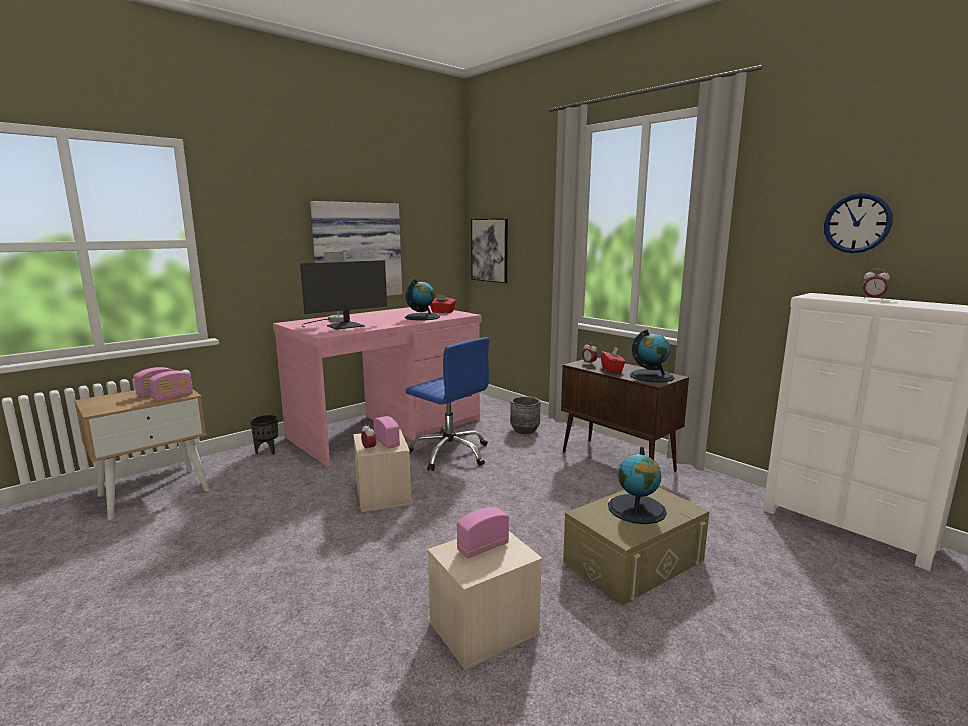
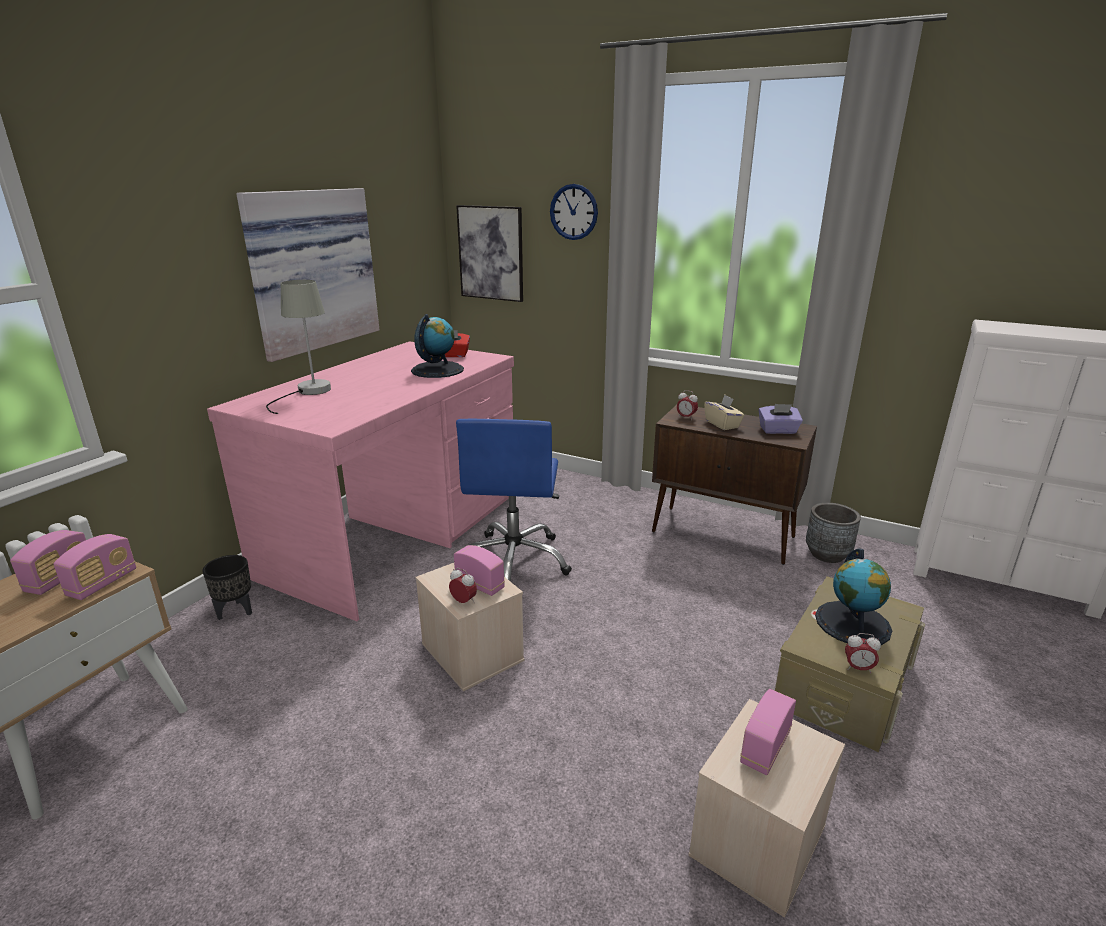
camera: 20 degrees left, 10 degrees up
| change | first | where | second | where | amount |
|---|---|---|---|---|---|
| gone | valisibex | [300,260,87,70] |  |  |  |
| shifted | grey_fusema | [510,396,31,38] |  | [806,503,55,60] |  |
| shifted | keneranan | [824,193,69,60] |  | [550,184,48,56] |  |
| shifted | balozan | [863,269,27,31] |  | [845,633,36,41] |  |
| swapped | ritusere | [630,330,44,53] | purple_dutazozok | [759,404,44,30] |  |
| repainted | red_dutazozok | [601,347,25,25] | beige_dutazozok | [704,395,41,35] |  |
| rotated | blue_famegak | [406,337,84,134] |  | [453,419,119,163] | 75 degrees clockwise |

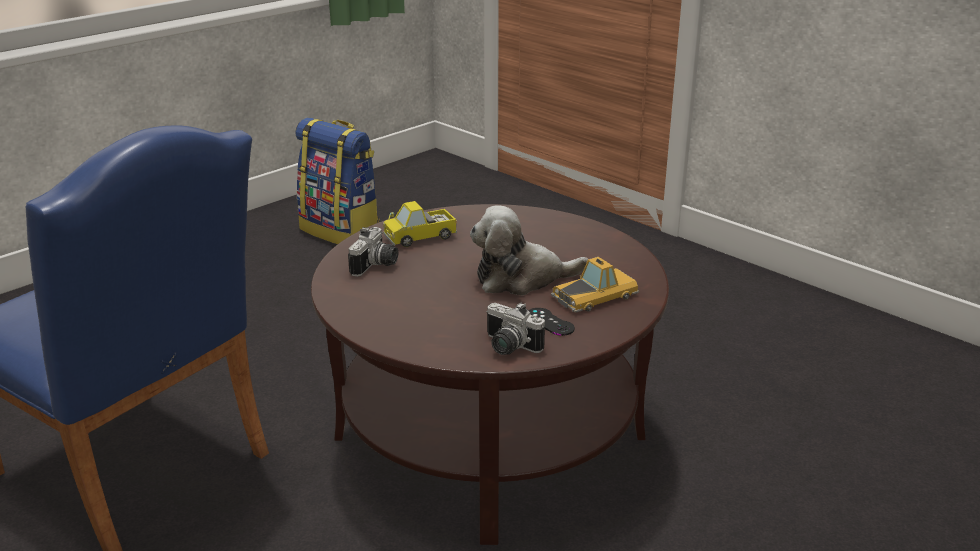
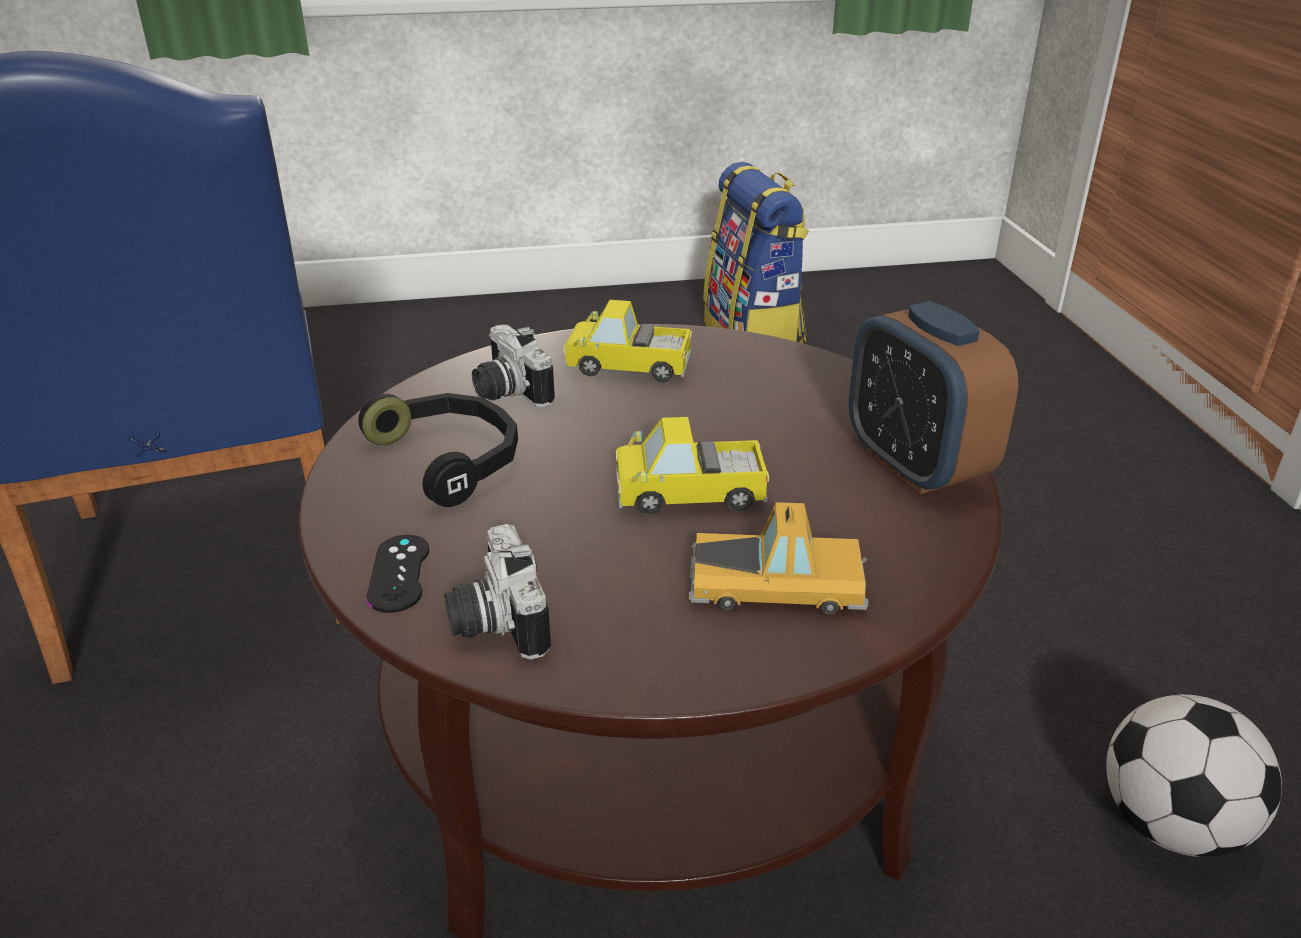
camera: 35 degrees right, 5 degrees up
| change | first | where | second | where | amount |
|---|---|---|---|---|---|
| new |  |  | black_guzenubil | [358,393,160,114] |  |
| new |  |  | balozan | [849,301,169,193] |  |
| new |  |  | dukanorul | [1106,694,176,163] |  |
| shifted | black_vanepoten | [528,308,47,28] |  | [367,535,62,78] |  |
| swapped | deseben | [470,205,118,91] | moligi | [616,417,153,98] |  |
| rotated | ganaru | [348,227,50,50] |  | [472,325,83,82] | 90 degrees clockwise |

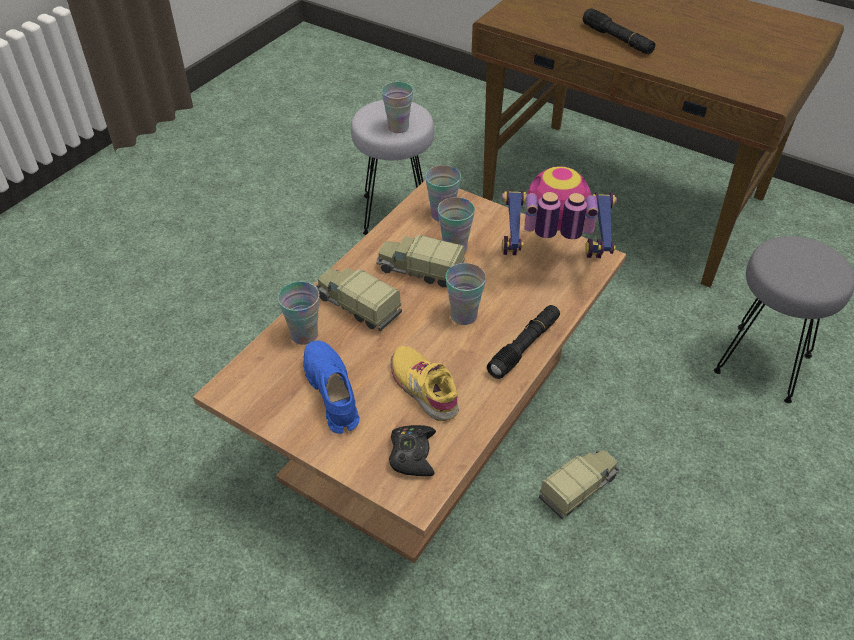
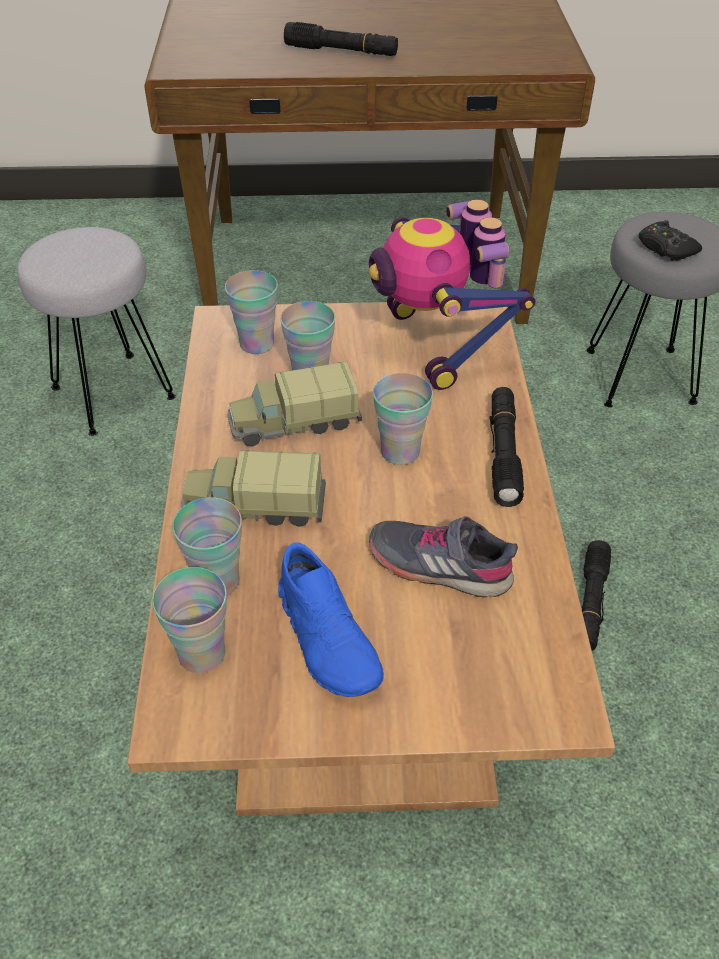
camera: 35 degrees left, 0 degrees up
| change | first | where | second | where | amount |
|---|---|---|---|---|---|
| shifted | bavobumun | [382,82,31,51] |  | [152,567,75,106] |  |
| shifted | black_vanepoten | [389,425,47,51] |  | [639,220,63,41] |  |
| swapped | moligi | [539,450,80,69] | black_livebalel | [582,540,29,111] |  |
| repainted | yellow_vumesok | [390,346,69,75] | grey_vumesok | [369,516,149,81] |  |
| rotated | blue_vumesok | [303,341,56,93] |  | [278,543,106,154] | 150 degrees counterclockwise |
| rotated | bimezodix | [502,166,114,92] |  | [369,199,167,191] | 75 degrees counterclockwise |

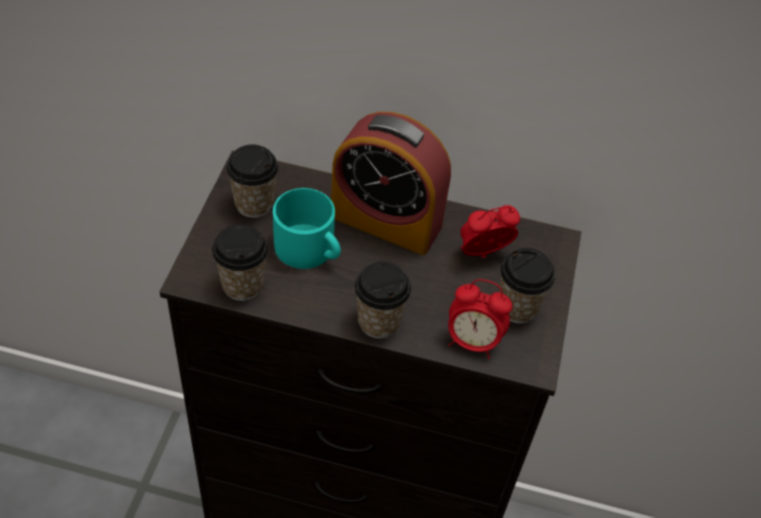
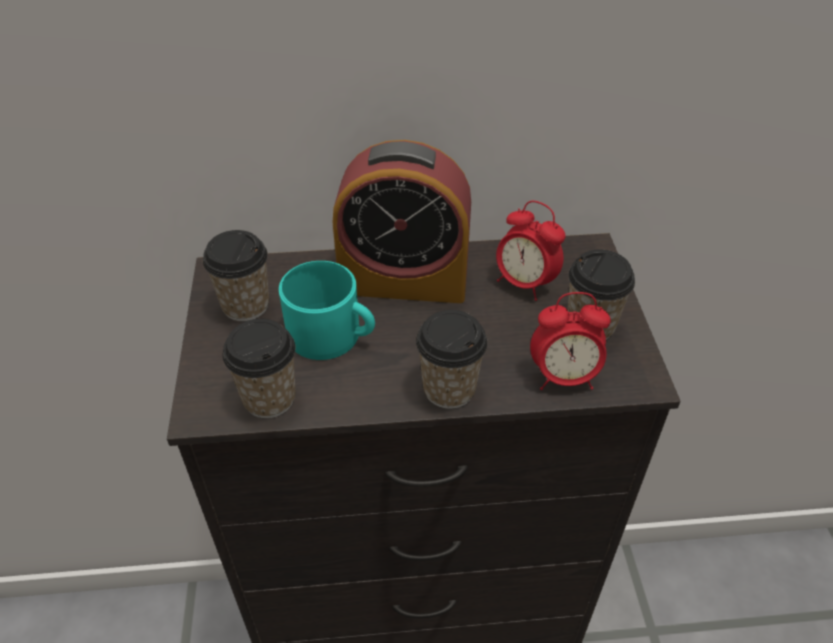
camera: 15 degrees left, 5 degrees down
| change | first | where | second | where | amount |
|---|---|---|---|---|---|
| rotated | balozan | [460,205,60,53] |  | [496,201,69,100] | 105 degrees counterclockwise |

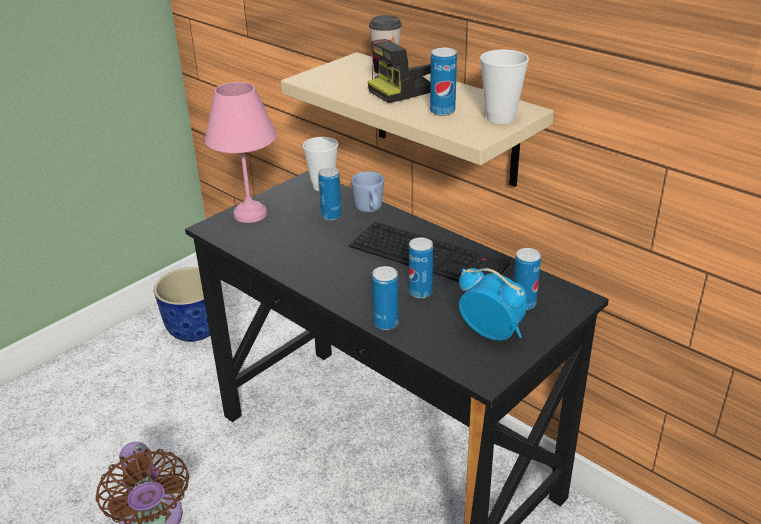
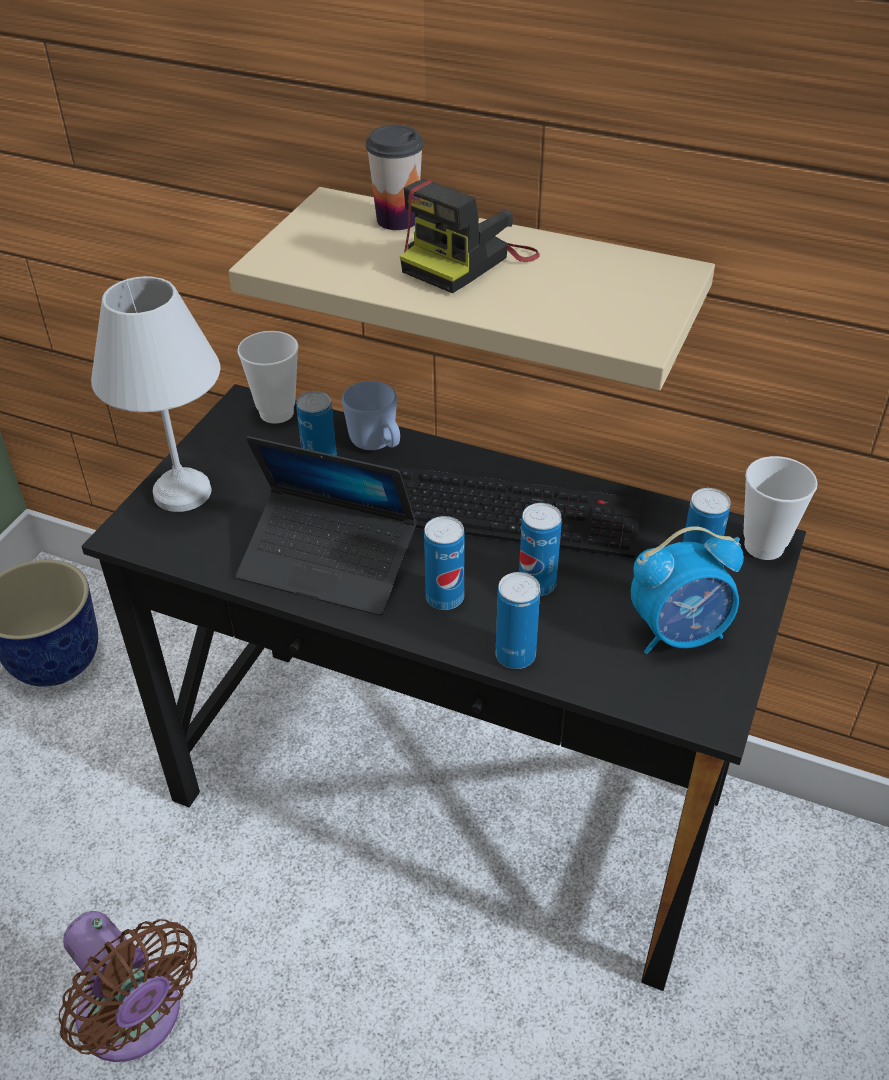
camera: 20 degrees left, 10 degrees up
| change | first | where | second | where | amount |
|---|---|---|---|---|---|
| new |  |  | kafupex | [236,436,181,180] |  |
| shifted | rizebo | [430,48,27,68] |  | [424,516,41,94] |  |
| shifted | bavobumun | [480,49,49,75] |  | [743,456,75,104] |  |
| repainted | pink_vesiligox | [205,82,72,141] | white_vesiligox | [91,276,130,236] |  |
| rotated | balozan | [459,268,68,73] |  | [631,526,113,128] | 150 degrees clockwise |

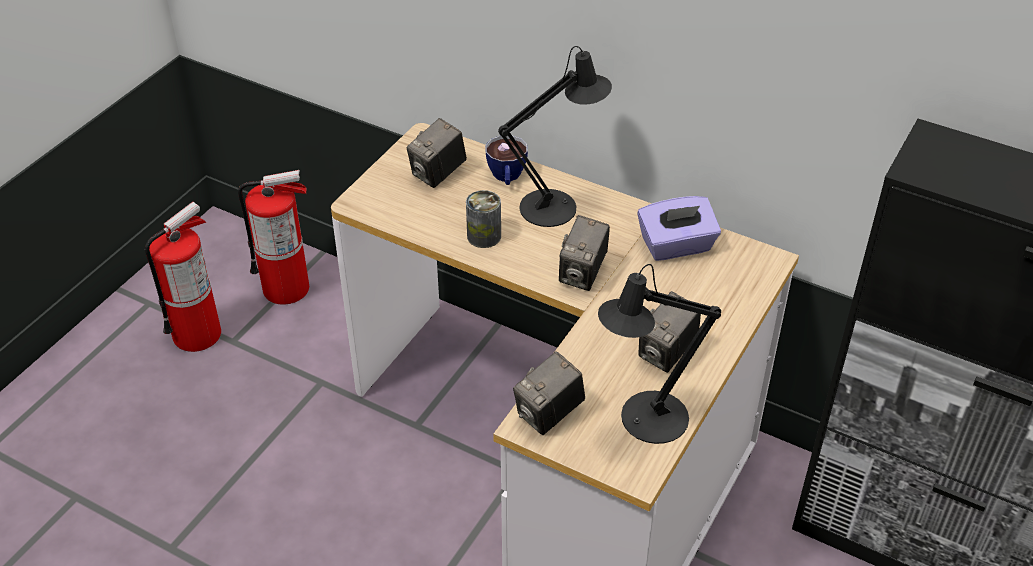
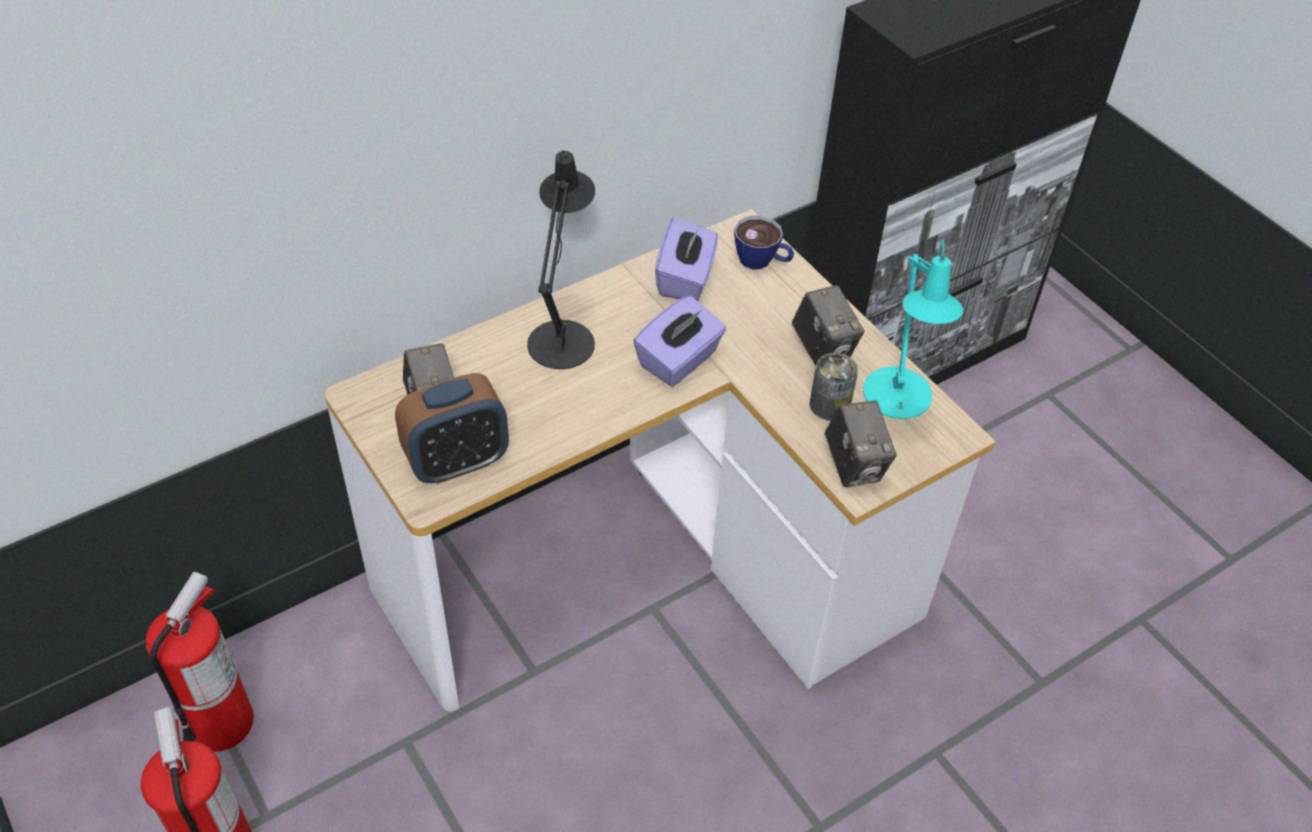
camera: 65 degrees left, 5 degrees up
| change | first | where | second | where | amount |
|---|---|---|---|---|---|
| new |  |  | balozan | [395,373,114,111] |  |
| shifted | rizebo | [466,190,35,58] |  | [809,353,49,68] |  |
| shifted | bavobumun | [485,135,43,50] |  | [734,215,60,55] |  |
| swapped | ganaru | [559,215,51,76] | purple_dutazozok | [633,296,93,90] |  |
| repainted | black_vesiligox | [598,264,123,180] | turquoise_vesiligox | [863,241,100,178] |  |

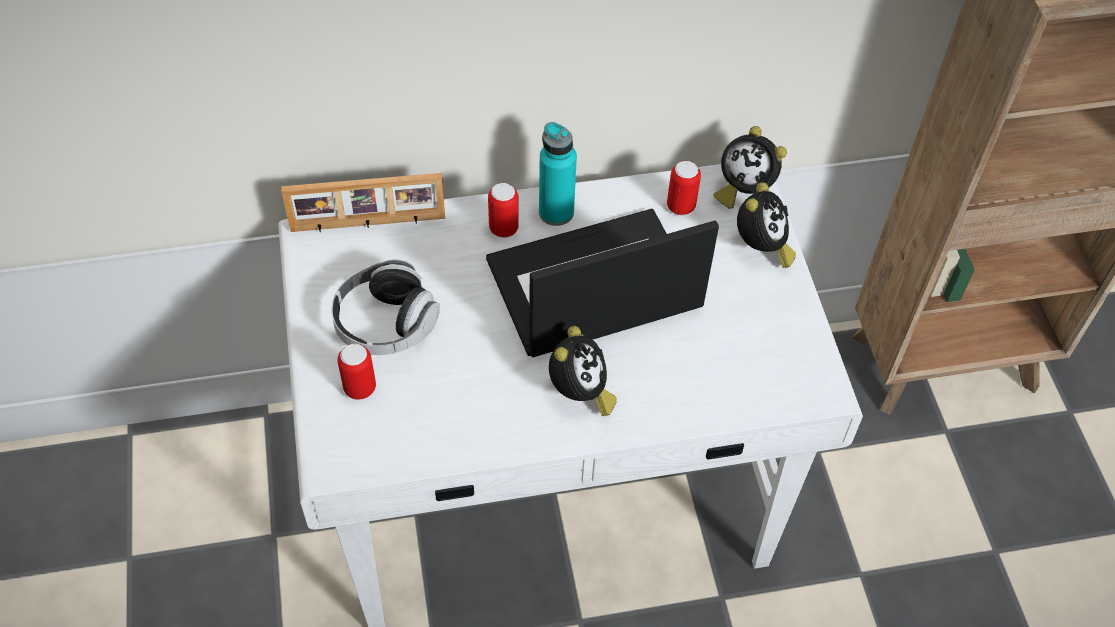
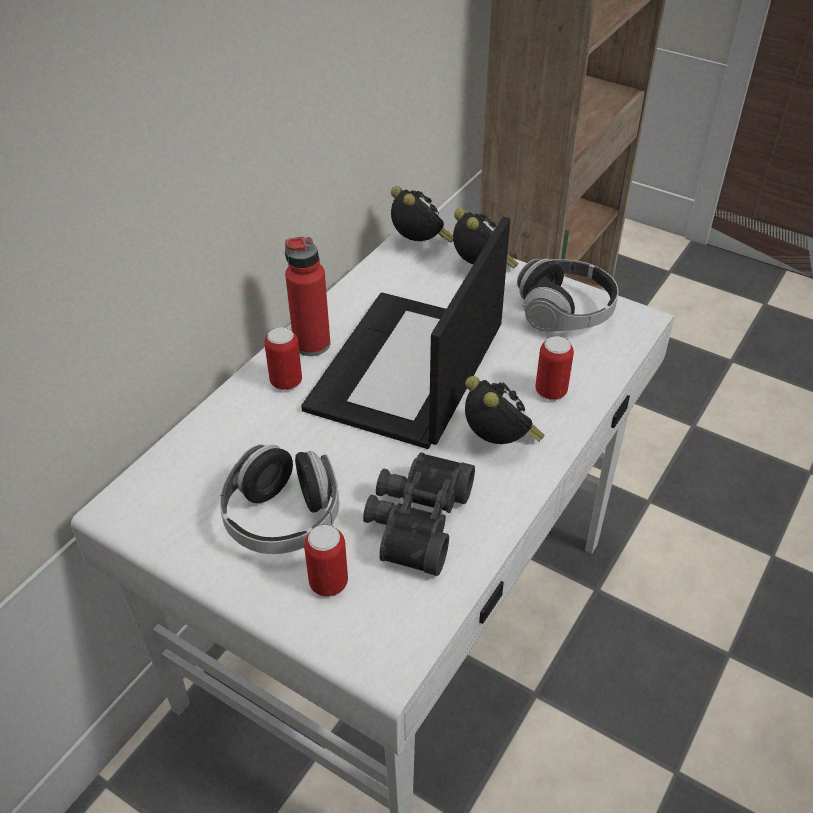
camera: 45 degrees left, 10 degrees down
| change | first | where | second | where | amount |
|---|---|---|---|---|---|
| gone | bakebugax | [281,173,164,59] |  |  |  |
| new |  |  | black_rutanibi | [363,452,112,124] |  |
| new |  |  | guzenubil | [517,259,101,73] |  |
| shifted | rizebo | [667,161,34,54] |  | [535,336,39,64] |  |
| repainted | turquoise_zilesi | [539,122,38,104] | red_zilesi | [285,237,45,119] |  |
| rotated | balozan | [713,126,74,83] |  | [391,186,62,57] | 105 degrees counterclockwise |

